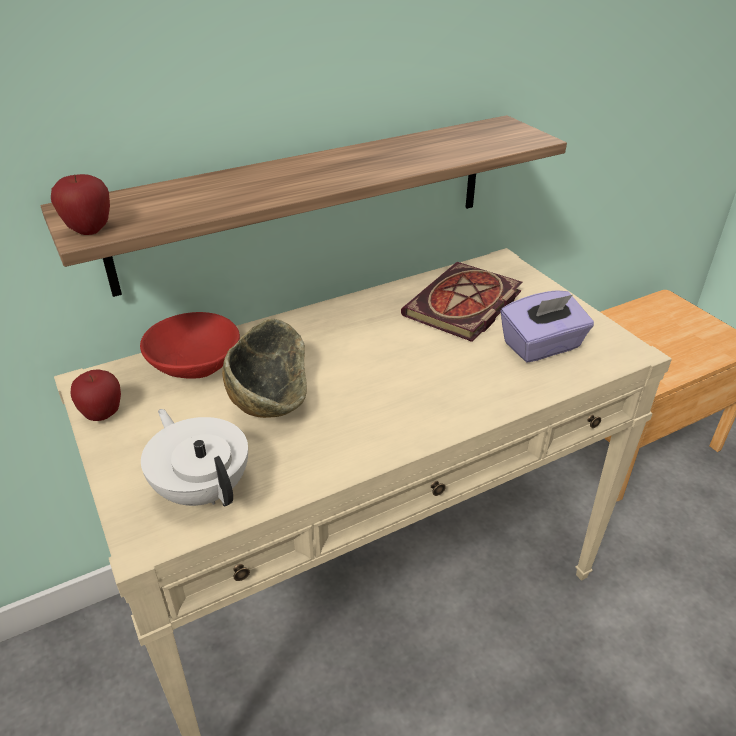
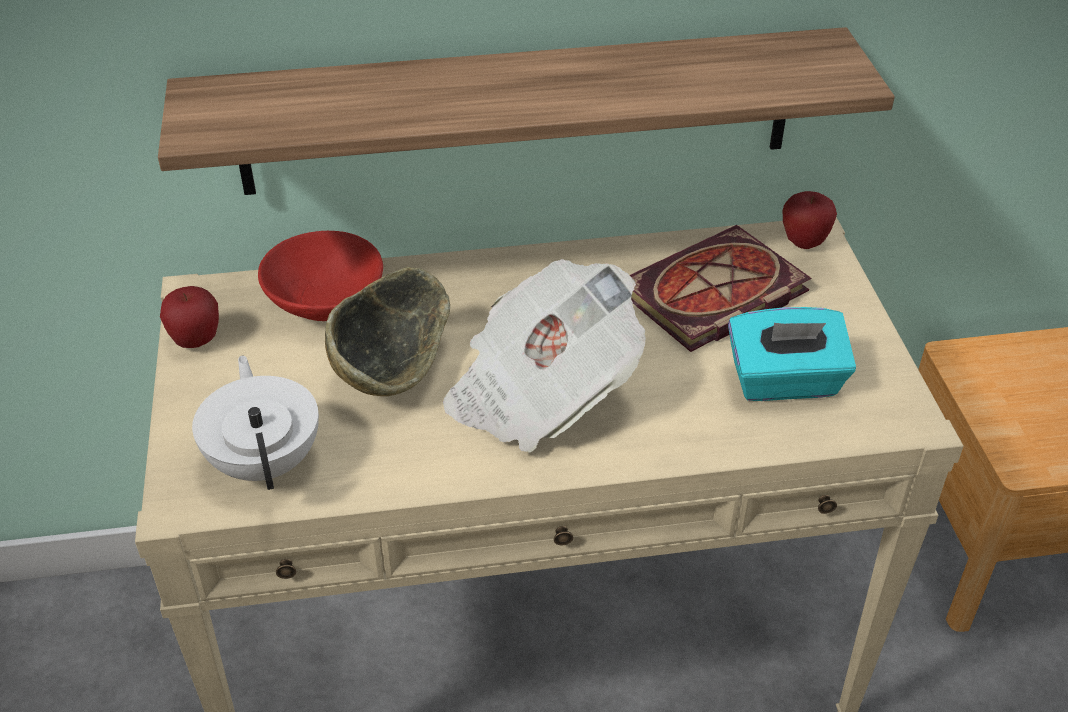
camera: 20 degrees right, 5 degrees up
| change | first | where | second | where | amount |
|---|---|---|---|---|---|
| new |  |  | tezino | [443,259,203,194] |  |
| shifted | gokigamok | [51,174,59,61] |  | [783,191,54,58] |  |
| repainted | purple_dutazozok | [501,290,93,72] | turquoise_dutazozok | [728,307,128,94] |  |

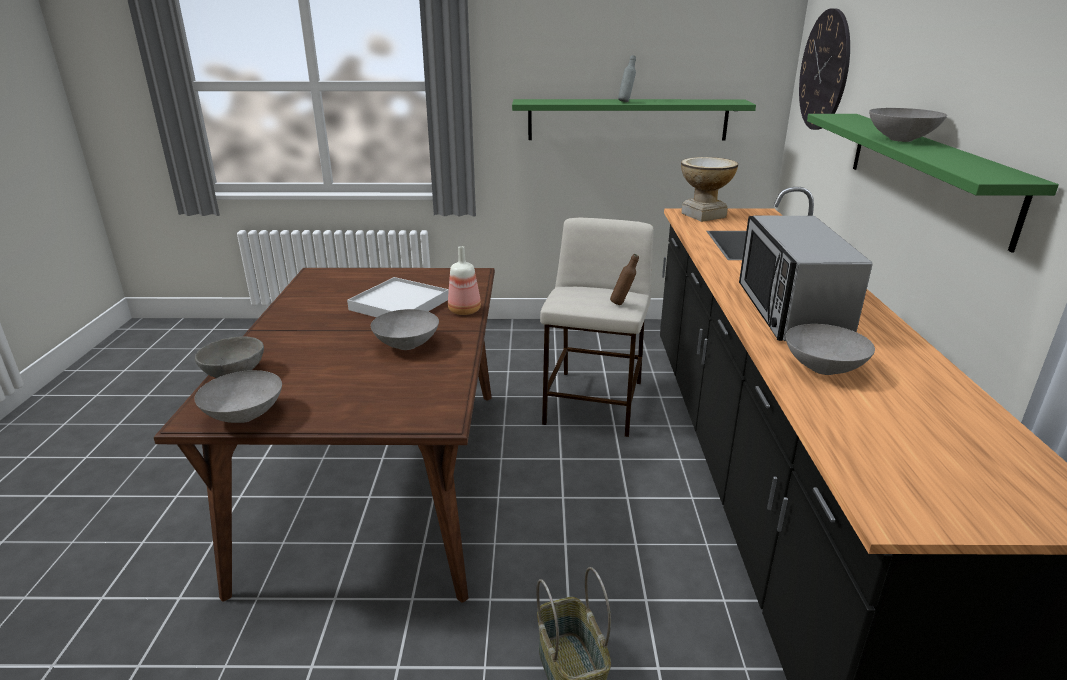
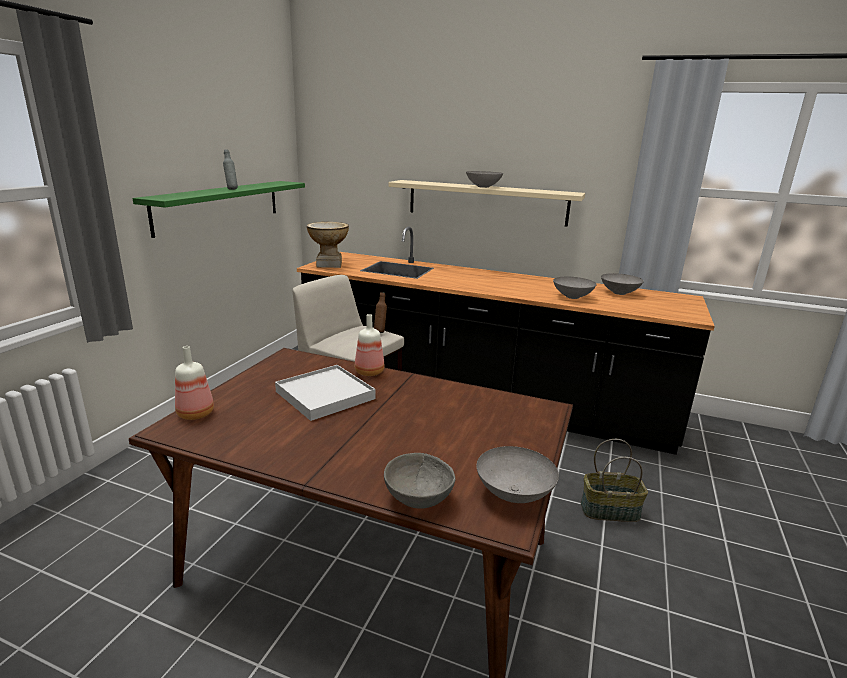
camera: 70 degrees left, 5 degrees down
| change | first | where | second | where | amount |
|---|---|---|---|---|---|
| gone | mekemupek | [739,215,134,126] |  |  |  |
| gone | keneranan | [799,8,51,122] |  |  |  |
| new |  |  | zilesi | [175,346,39,74] |  |
| shifted | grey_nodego | [371,309,68,41] |  | [601,273,43,22] |  |
| repainted | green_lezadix | [807,114,252,138] | beige_lezadix | [388,180,197,47] |  |

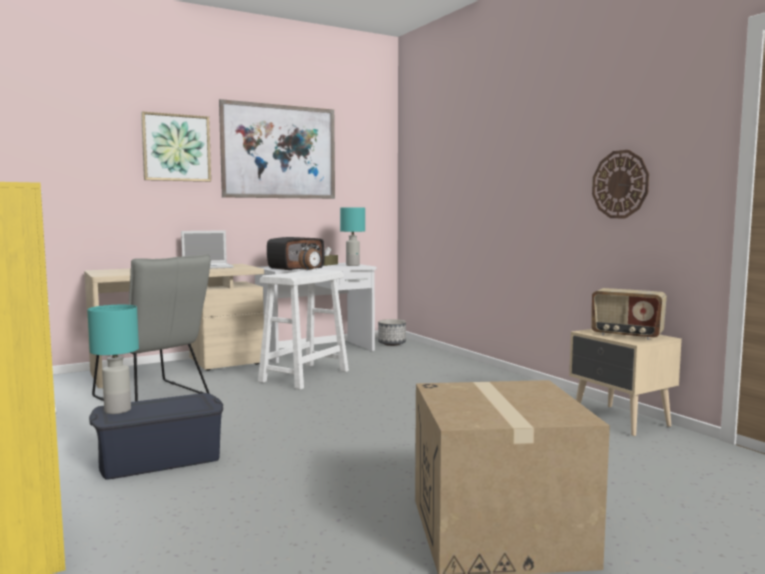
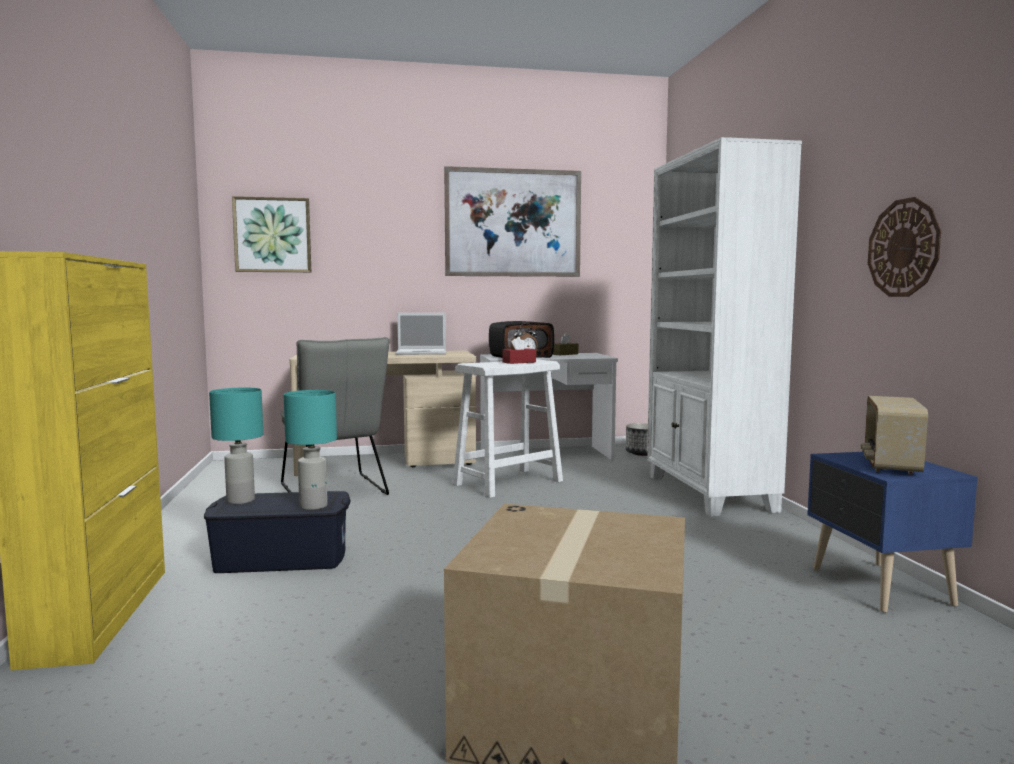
camera: 20 degrees right, 0 degrees up
| change | first | where | second | where | amount |
|---|---|---|---|---|---|
| new |  |  | red_dutazozok | [503,337,33,27] |  |
| new |  |  | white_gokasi | [647,137,155,380] |  |
| shifted | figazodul | [141,111,70,71] |  | [232,196,79,76] |  |
| shifted | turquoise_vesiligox | [340,208,25,58] |  | [284,390,53,120] |  |
| repainted | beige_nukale | [569,329,113,107] | blue_nukale | [807,452,171,161] |  |
| rotated | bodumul | [591,288,76,52] |  | [861,396,67,79] | 60 degrees clockwise |

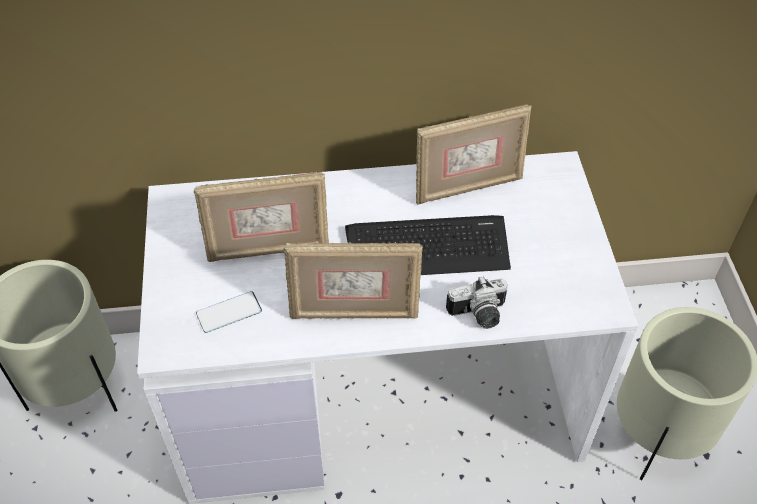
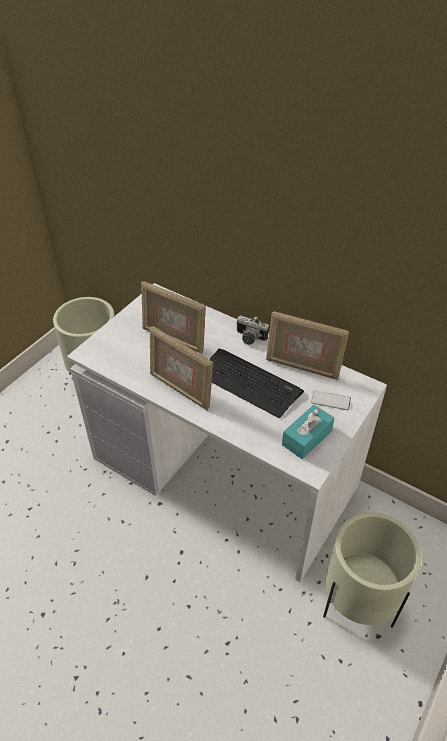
camera: 40 degrees right, 5 degrees down
| change | first | where | second | where | amount |
|---|---|---|---|---|---|
| new |  |  | turquoise_dutazozok | [282,405,53,54] |  |
| shifted | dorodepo | [196,291,66,42] |  | [311,390,40,20] |  |
| shifted | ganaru | [446,276,62,53] |  | [237,316,32,29] |  |

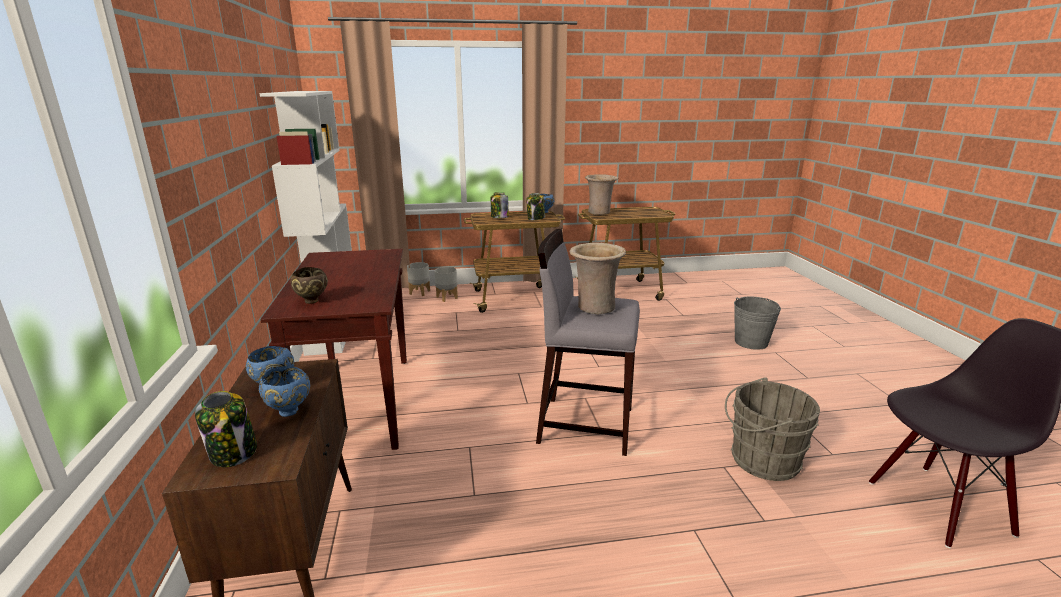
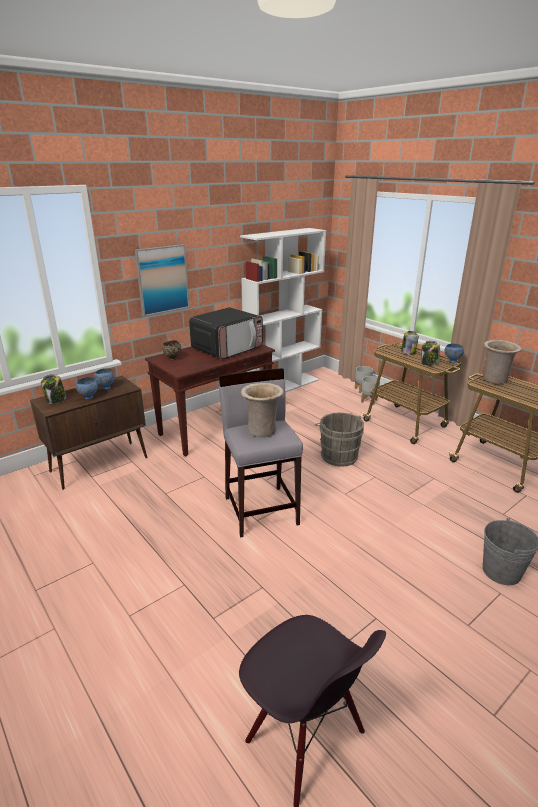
camera: 60 degrees right, 5 degrees up
| change | first | where | second | where | amount |
|---|---|---|---|---|---|
| new |  |  | figazodul | [135,244,55,73] |  |
| new |  |  | mekemupek | [189,307,74,52] |  |
| shifted | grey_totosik | [725,378,95,103] |  | [315,413,49,54] |  |

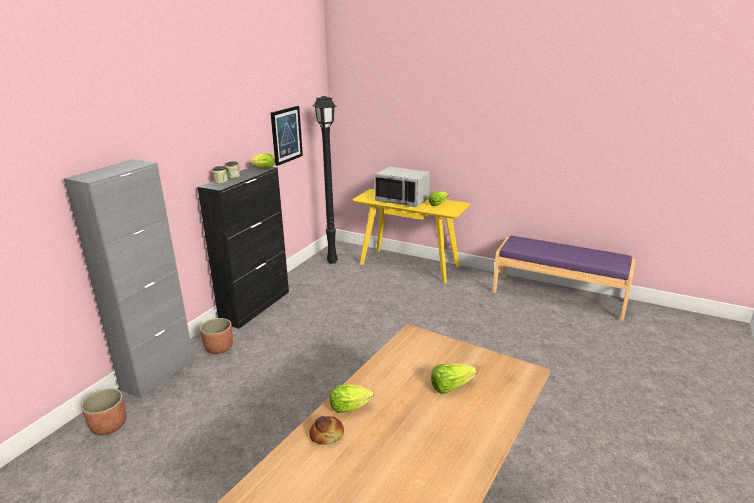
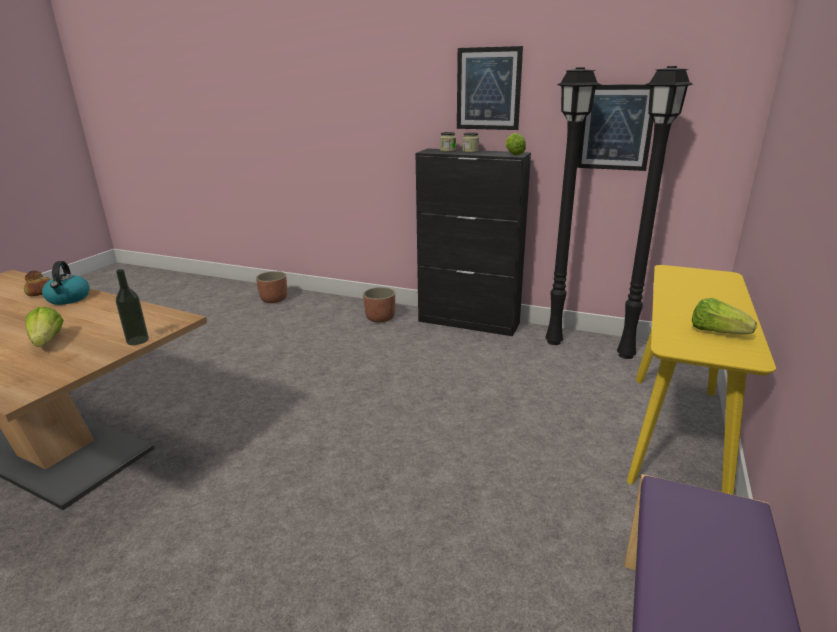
camera: 85 degrees right, 0 degrees up
| change | first | where | second | where | amount |
|---|---|---|---|---|---|
| gone | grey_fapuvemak | [64,159,130,240] |  |  |  |
| gone | grey_mekemupek | [374,166,56,41] |  |  |  |
| new |  |  | zilesi | [116,269,33,76] |  |
| new |  |  | figazodul | [457,46,66,84] |  |
| new |  |  | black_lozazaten | [545,67,56,278] |  |
| swapped | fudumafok | [330,384,44,28] | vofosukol | [42,261,48,44] |  |

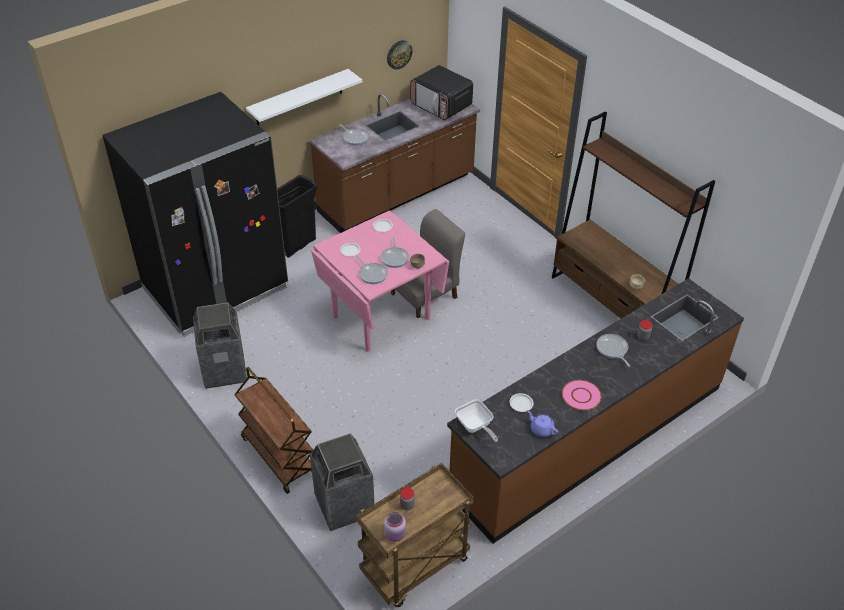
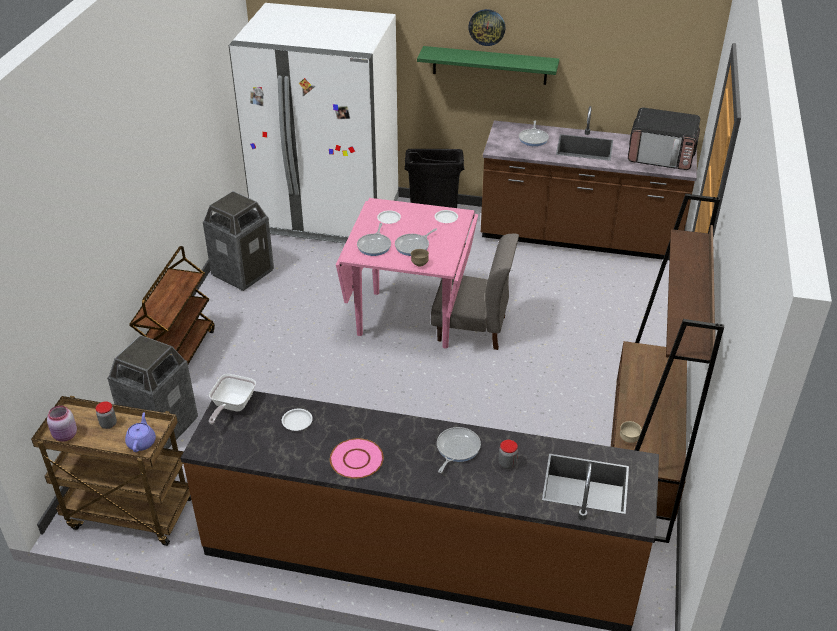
camera: 50 degrees right, 5 degrees down
| change | first | where | second | where | amount |
|---|---|---|---|---|---|
| shifted | keneranan | [387,40,25,30] |  | [468,9,37,37] |  |
| shifted | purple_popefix | [527,410,31,27] |  | [125,412,31,40] |  |
| repainted | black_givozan | [102,92,186,245] | white_givozan | [229,3,169,241] |  |
| repainted | white_lezadix | [246,69,116,56] | green_lezadix | [417,46,142,39] |  |
| rotated | mekemupek | [411,65,62,55] |  | [628,108,72,62] | 75 degrees counterclockwise |

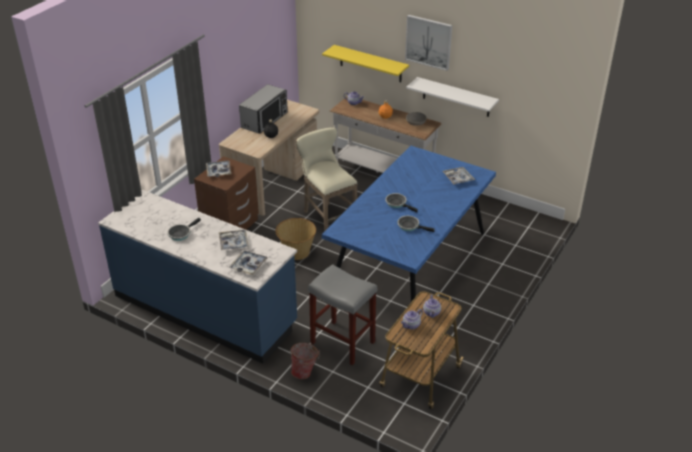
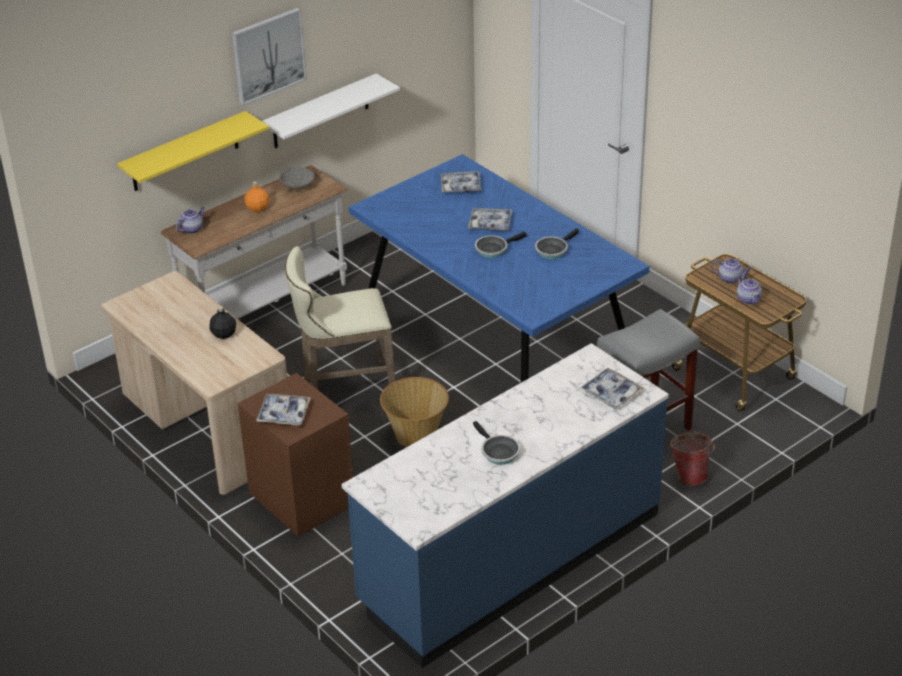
camera: 70 degrees left, 0 degrees up
| change | first | where | second | where | amount |
|---|---|---|---|---|---|
| gone | mekemupek | [239,84,49,50] |  |  |  |
| shifted | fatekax | [219,230,30,20] |  | [468,208,44,23] |  |

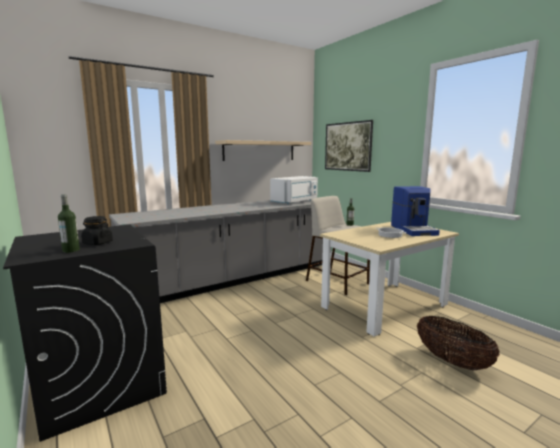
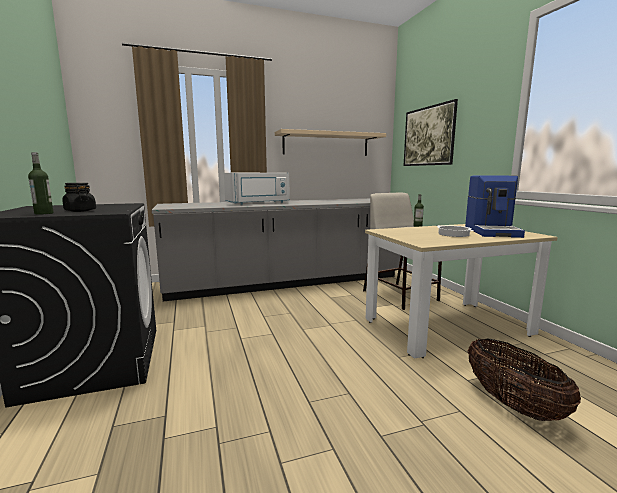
camera: 15 degrees right, 0 degrees up
| change | first | where | second | where | amount |
|---|---|---|---|---|---|
| shifted | white_mekemupek | [270,176,48,28] |  | [224,173,66,32] |  |

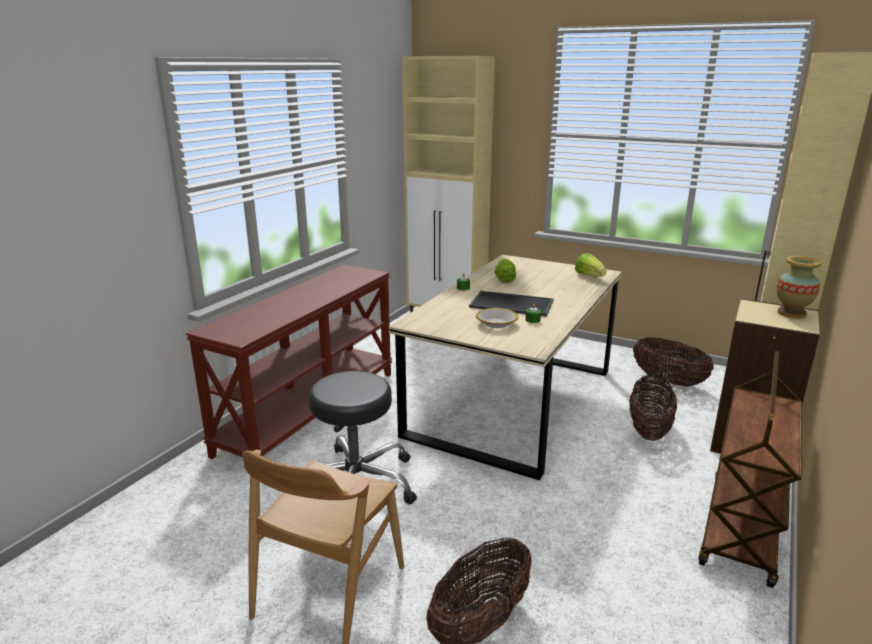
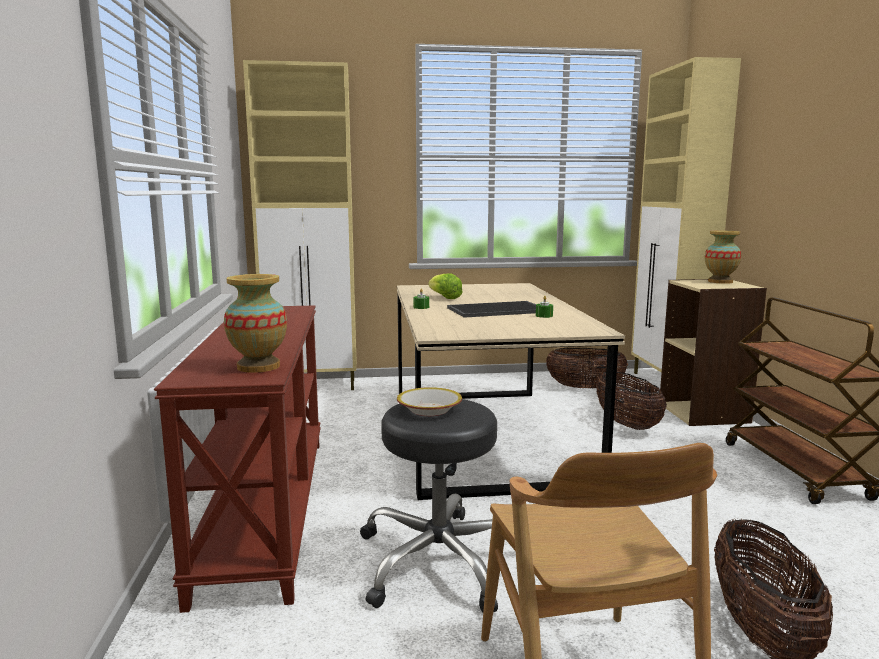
camera: 35 degrees left, 10 degrees down
| change | first | where | second | where | amount |
|---|---|---|---|---|---|
| gone | fudumafok | [575,253,31,24] |  |  |  |
| new |  |  | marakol | [224,274,63,99] |  |
| shifted | nodego | [476,308,42,20] |  | [397,387,65,29] |  |

